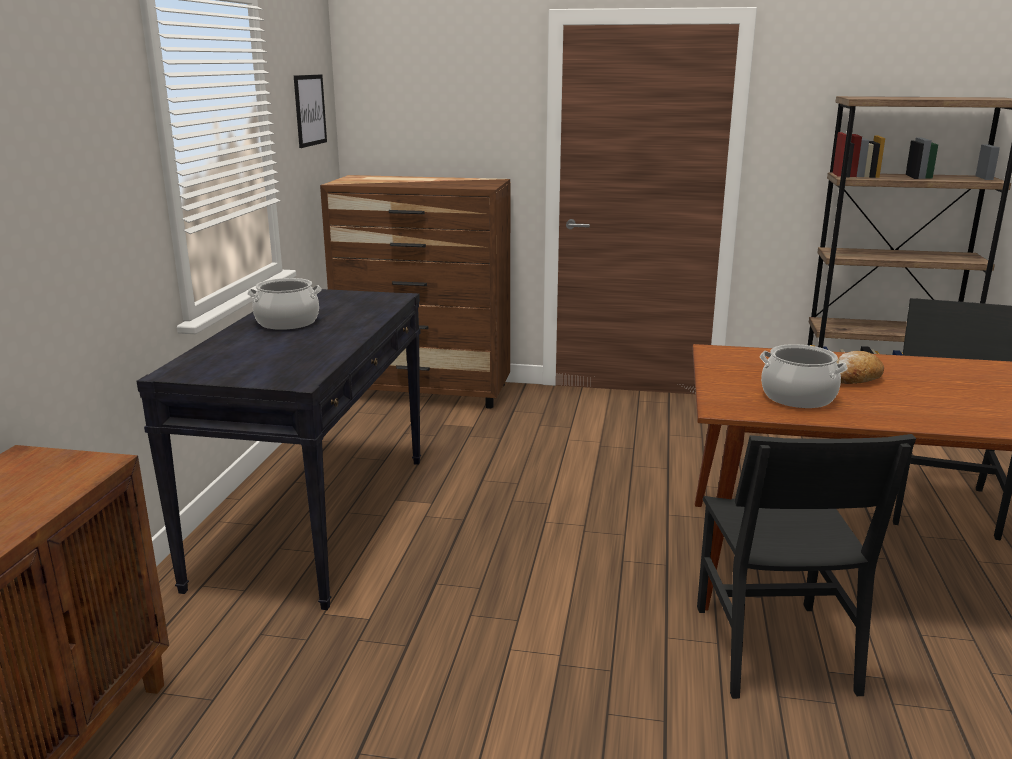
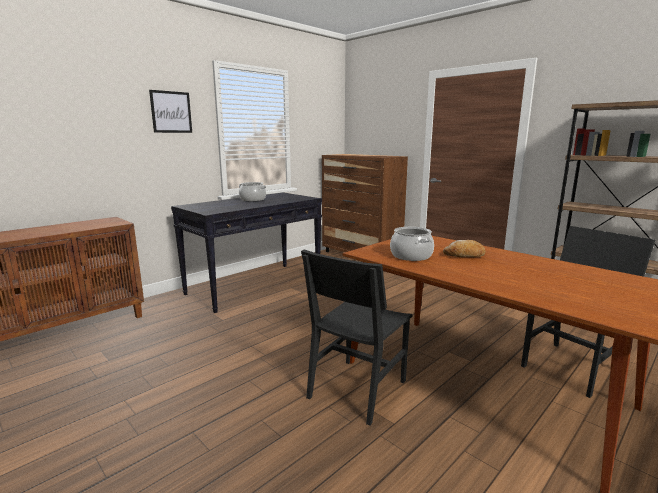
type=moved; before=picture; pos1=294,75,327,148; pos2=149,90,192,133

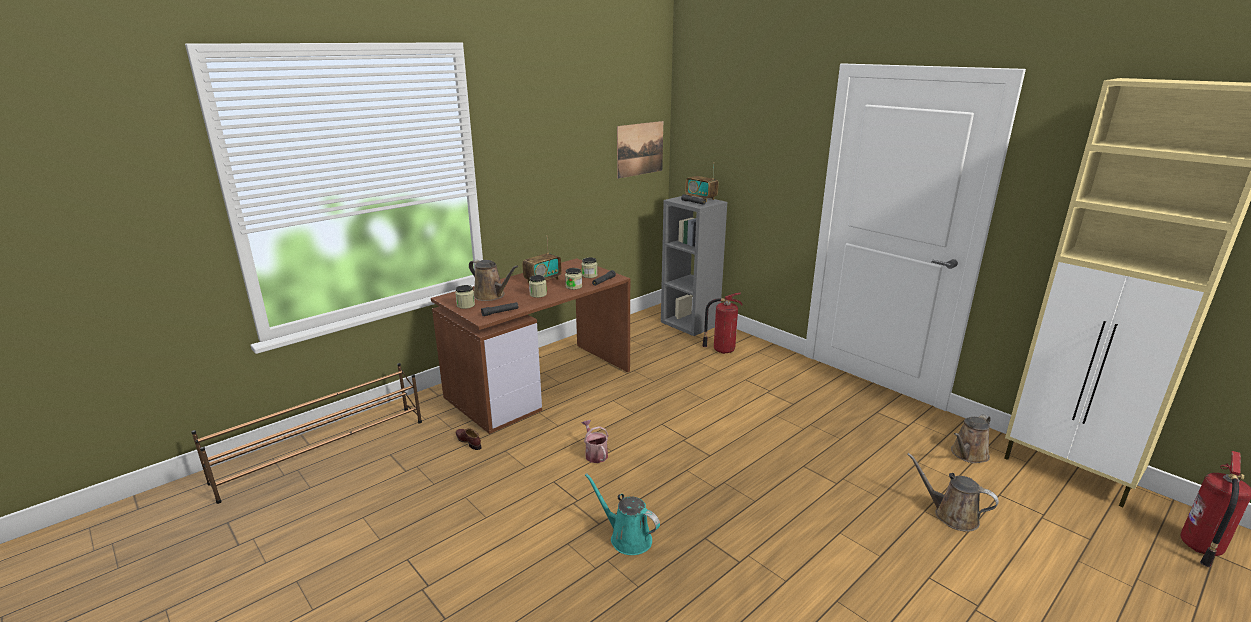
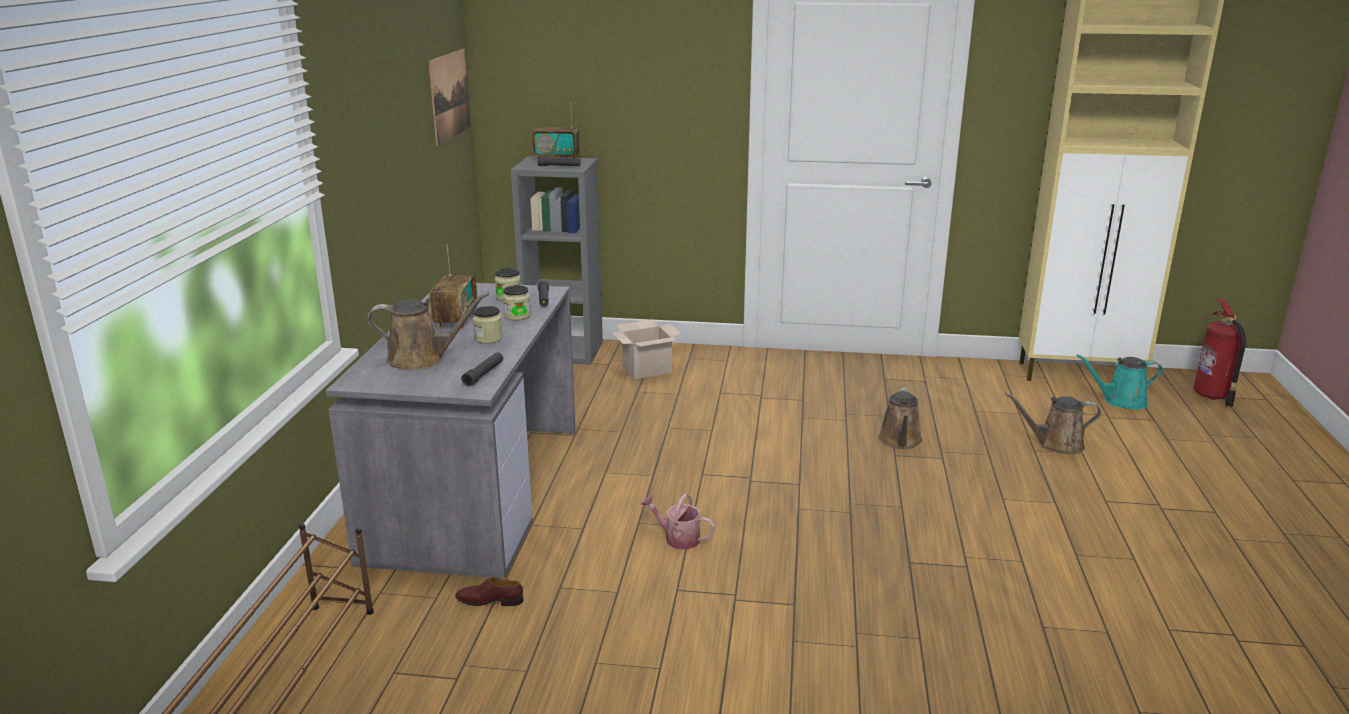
type=recoloured; before=desk/brown; after=desk/grey; pos1=431,258,630,434; pos2=326,283,576,578
type=replaced; before=fire extinguisher; after=cardboard box; pos1=702,292,743,354; pos2=612,319,681,379
type=moved; before=watering can/brown; pos1=951,414,991,463; pos2=878,387,923,449
type=moved; before=watering can/turquoise; pos1=585,473,660,555; pos2=1077,354,1163,410
type=removed; before=jar; pos1=455,285,475,309

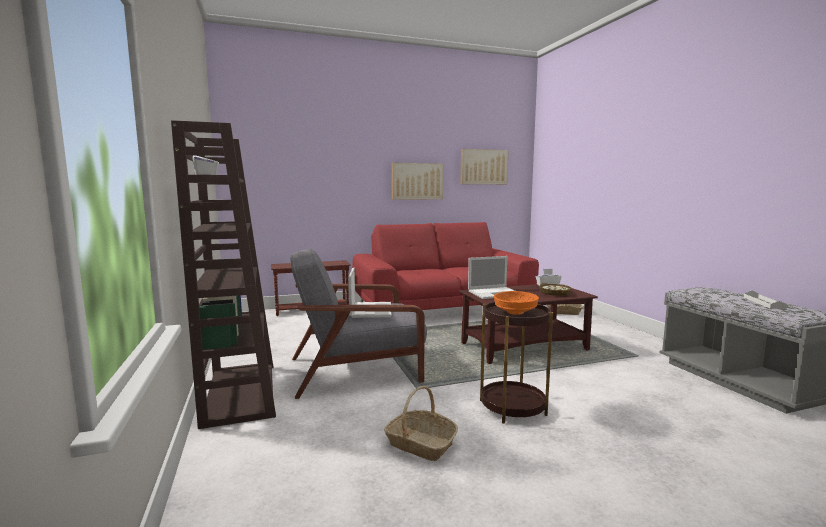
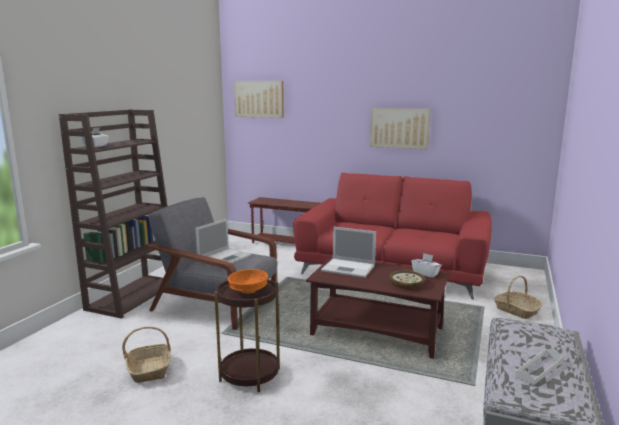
type=moved; before=picture; pos1=460,149,508,184; pos2=234,81,284,118

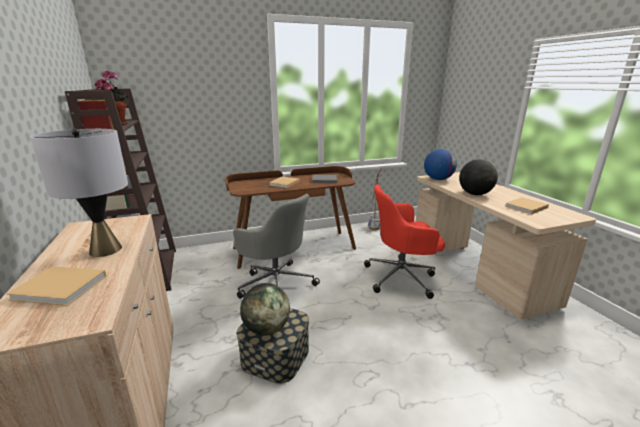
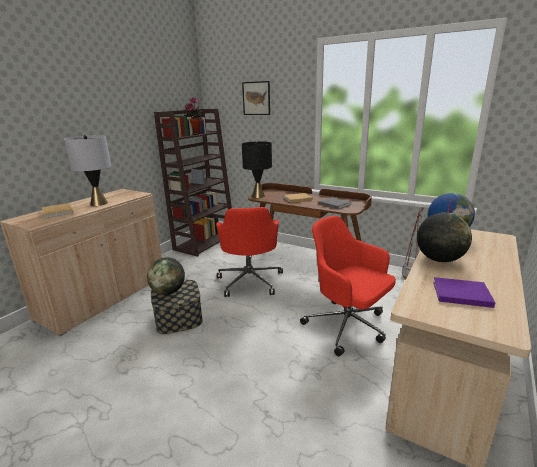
type=recoloured; before=office chair/grey; after=office chair/red; pos1=233,194,320,299; pos2=216,207,283,297
type=added; after=picture; pos2=242,81,270,115
type=added; after=table lamp/black; pos2=242,141,272,198
type=recoloured; before=book/beige; after=book/purple; pos1=505,197,549,214; pos2=433,277,496,308

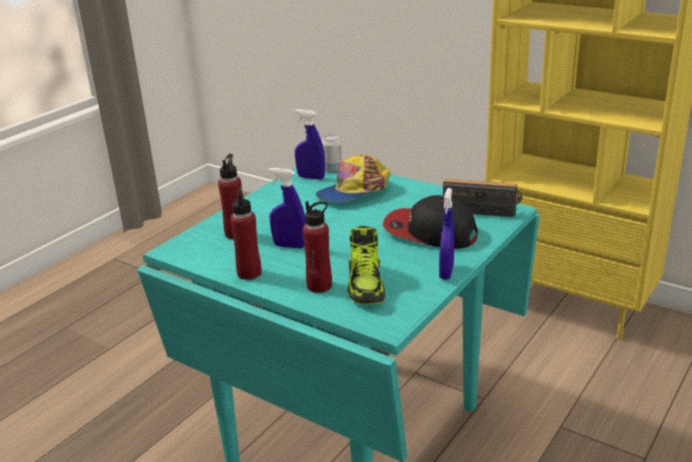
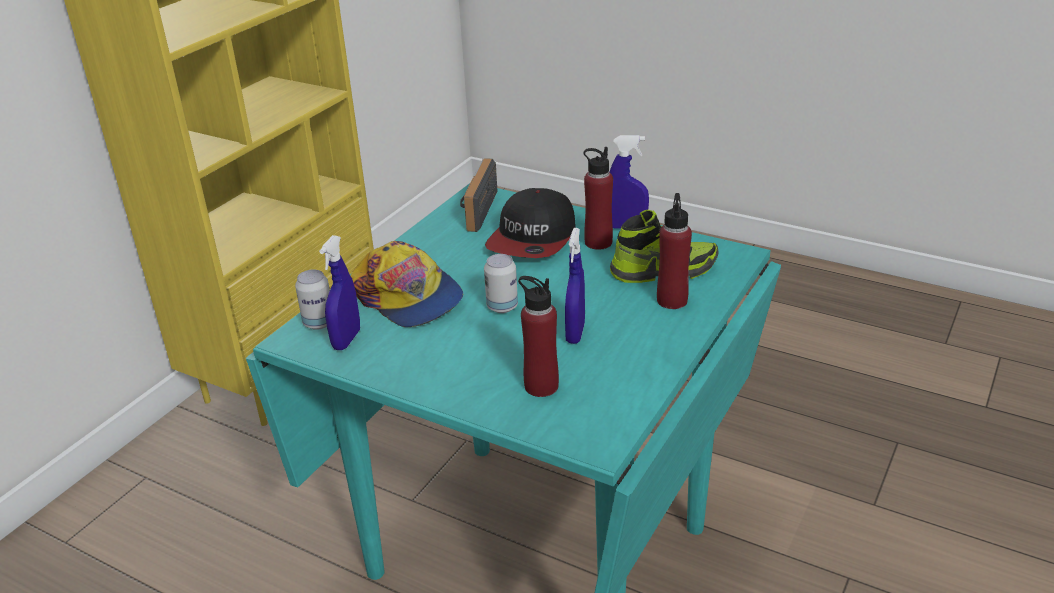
type=added; after=can; pos2=484,254,518,313
type=moved; before=bottle/red; pos1=230,187,262,280; pos2=584,147,613,250

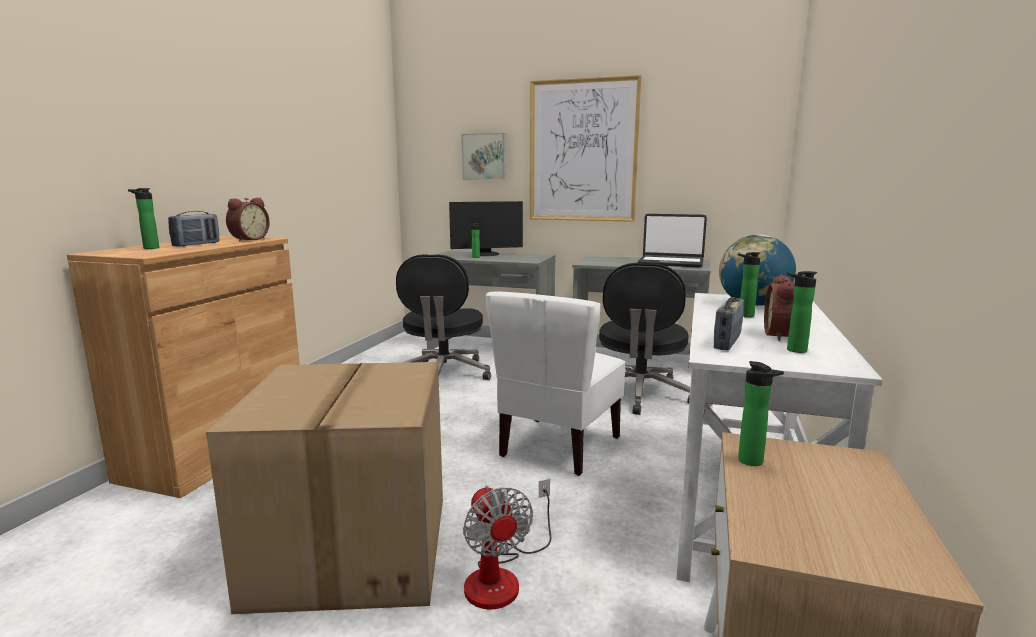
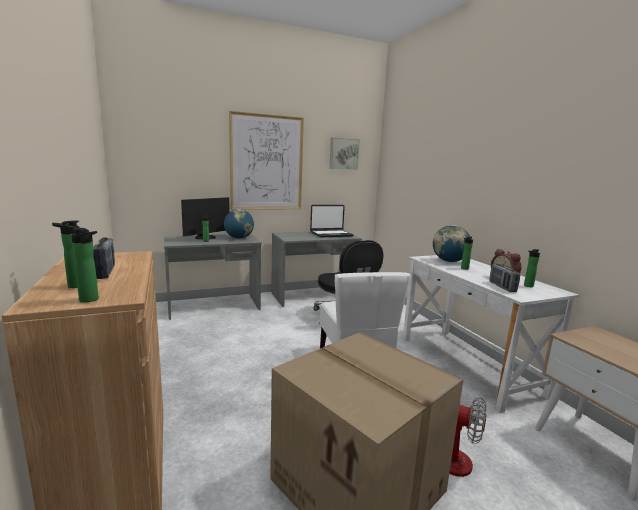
type=moved; before=bottle; pos1=738,361,784,466; pos2=71,228,99,303
type=added; after=globe; pos2=224,209,254,239
type=moved; before=picture; pos1=461,133,506,180; pos2=329,137,360,170
type=removed; before=alarm clock; pos1=226,198,270,242
type=removed; before=office chair/black; pos1=396,254,491,380

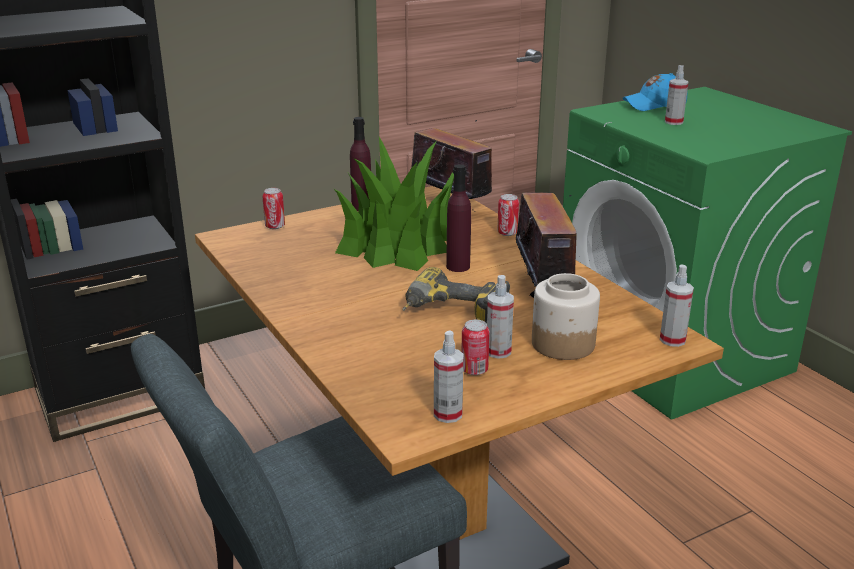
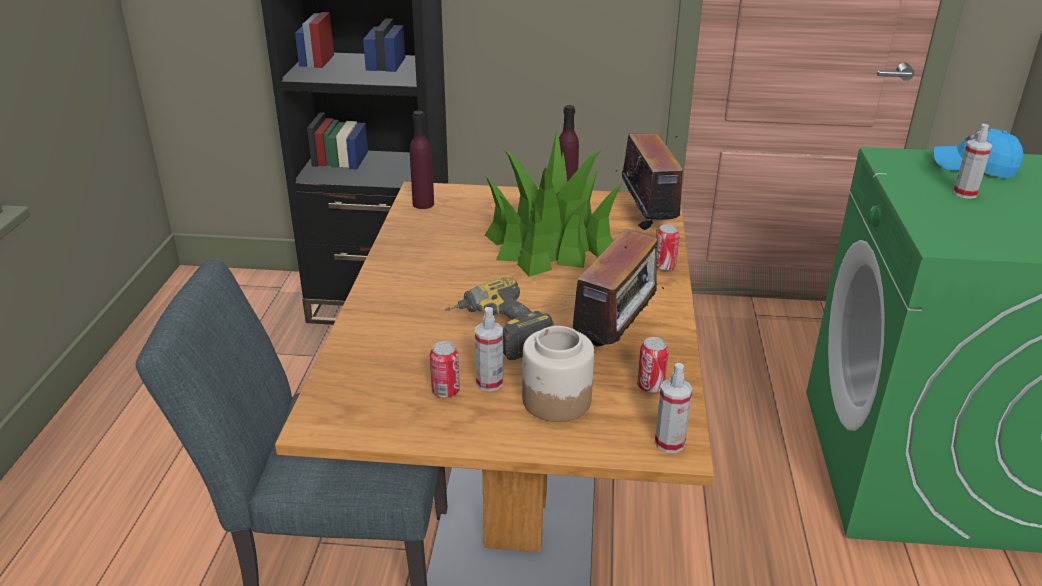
type=moved; before=bottle/purple; pos1=446,164,471,272; pos2=410,111,434,209
type=moved; before=can; pos1=262,188,285,229; pos2=637,337,669,393
type=removed; before=spray bottle; pos1=434,330,464,423

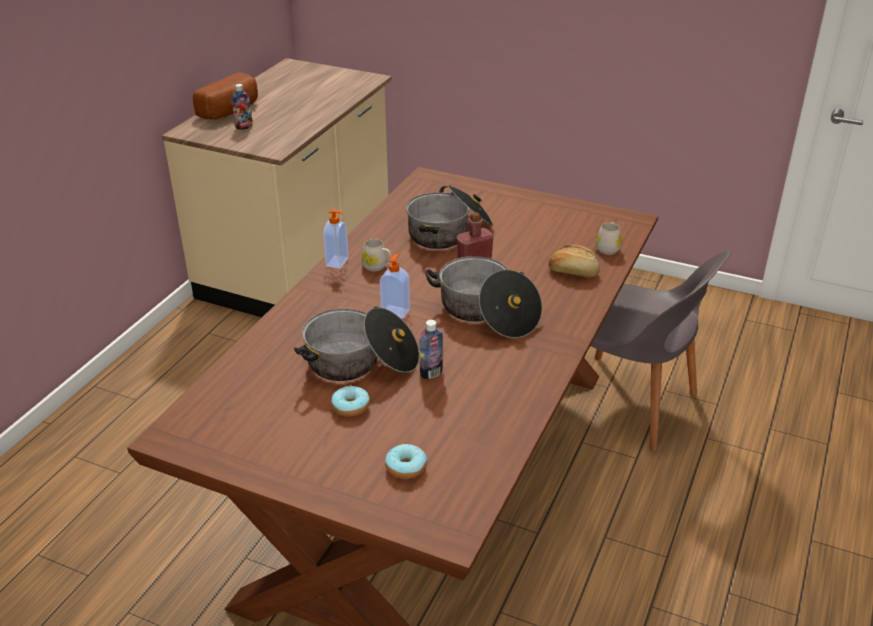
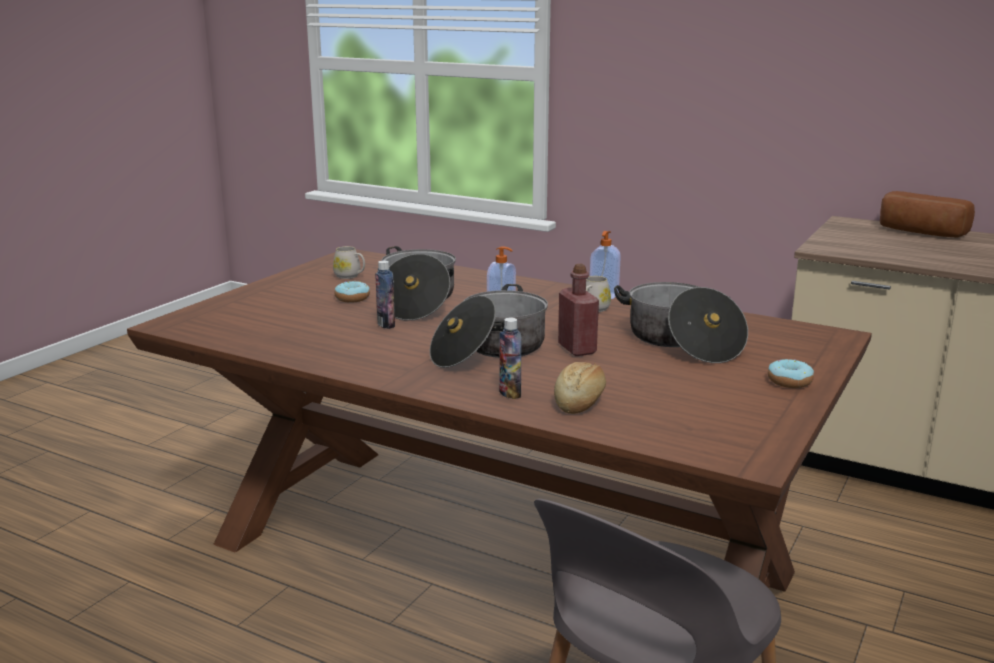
type=moved; before=mug/white; pos1=596,222,622,255; pos2=333,246,365,279
type=moved; before=bottle; pos1=232,84,253,130; pos2=499,318,522,399
type=moved; before=donut; pos1=385,444,427,479; pos2=768,359,814,388

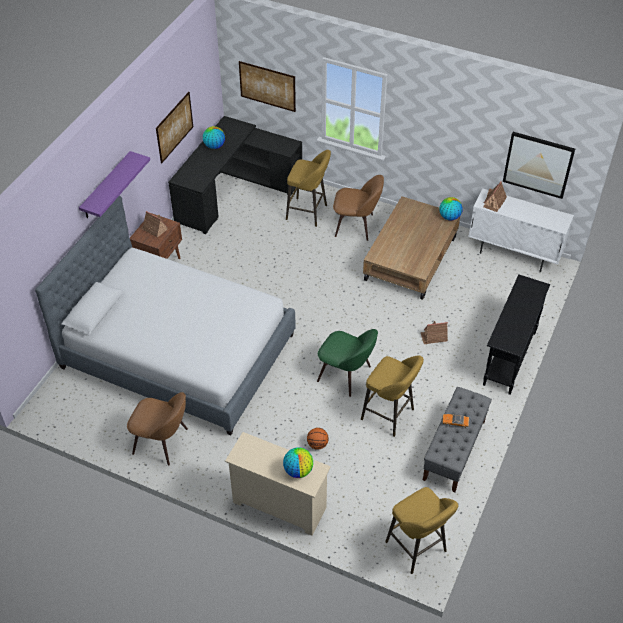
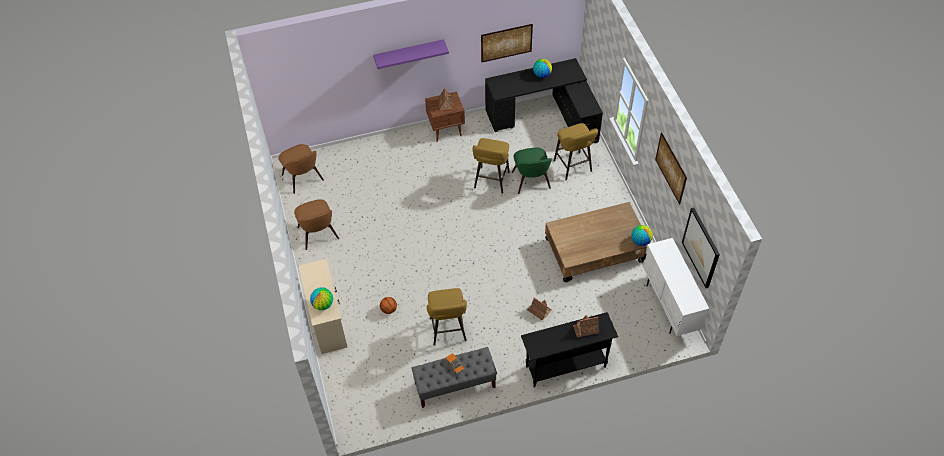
type=moved; before=chair/brown; pos1=333,175,384,241; pos2=279,144,324,194
type=moved; before=stool/yellow; pos1=385,487,458,574; pos2=472,138,510,194
type=moved; before=chair/green; pos1=317,329,378,397; pos2=512,147,552,194
type=moved; before=toy house; pos1=483,181,507,212; pos2=573,315,599,338
type=moved; before=picture; pos1=239,61,296,112; pos2=655,132,687,204
type=removed; before=bed; pos1=35,196,296,435

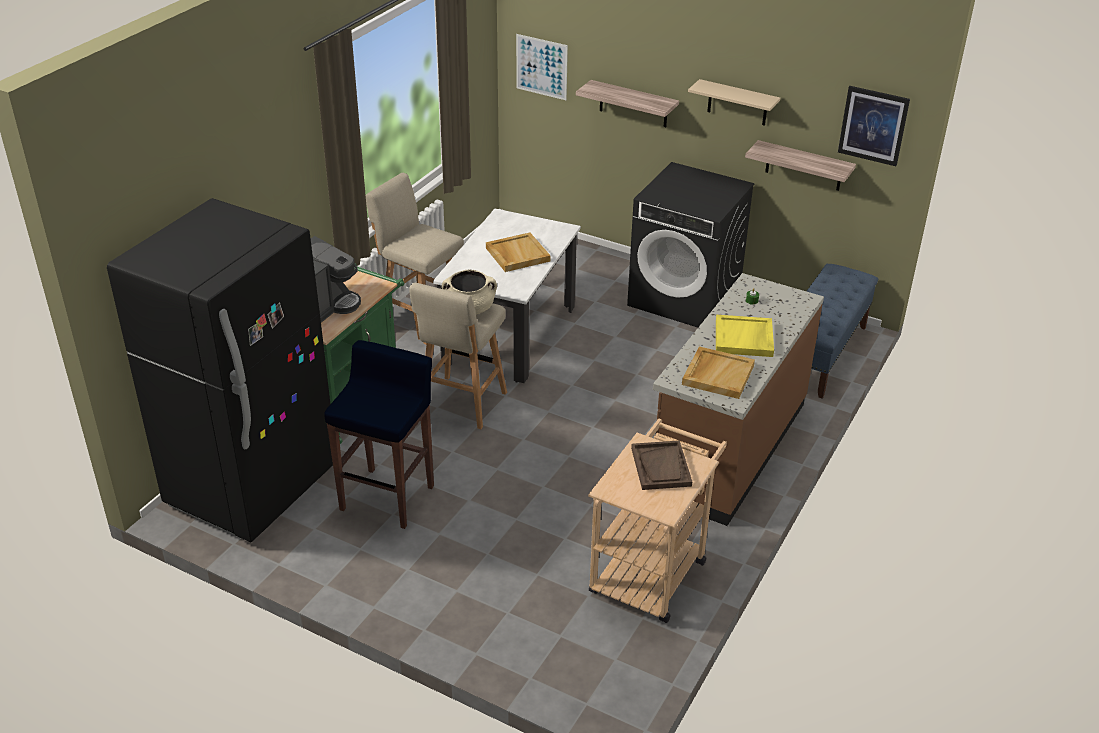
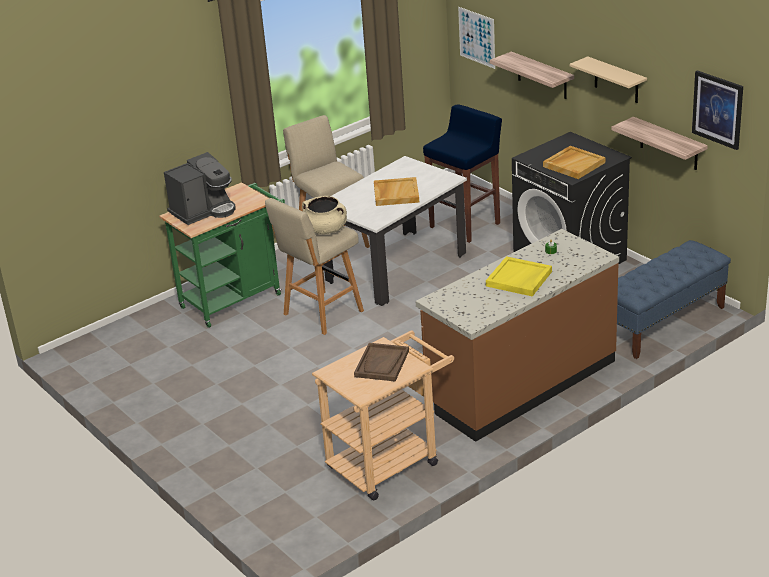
type=moved; before=stool/blue; pos1=324,340,434,529; pos2=423,105,502,243
type=moved; before=tray/beige; pos1=682,346,755,399; pos2=543,146,605,179
type=removed; before=fridge/black; pos1=107,198,333,542

